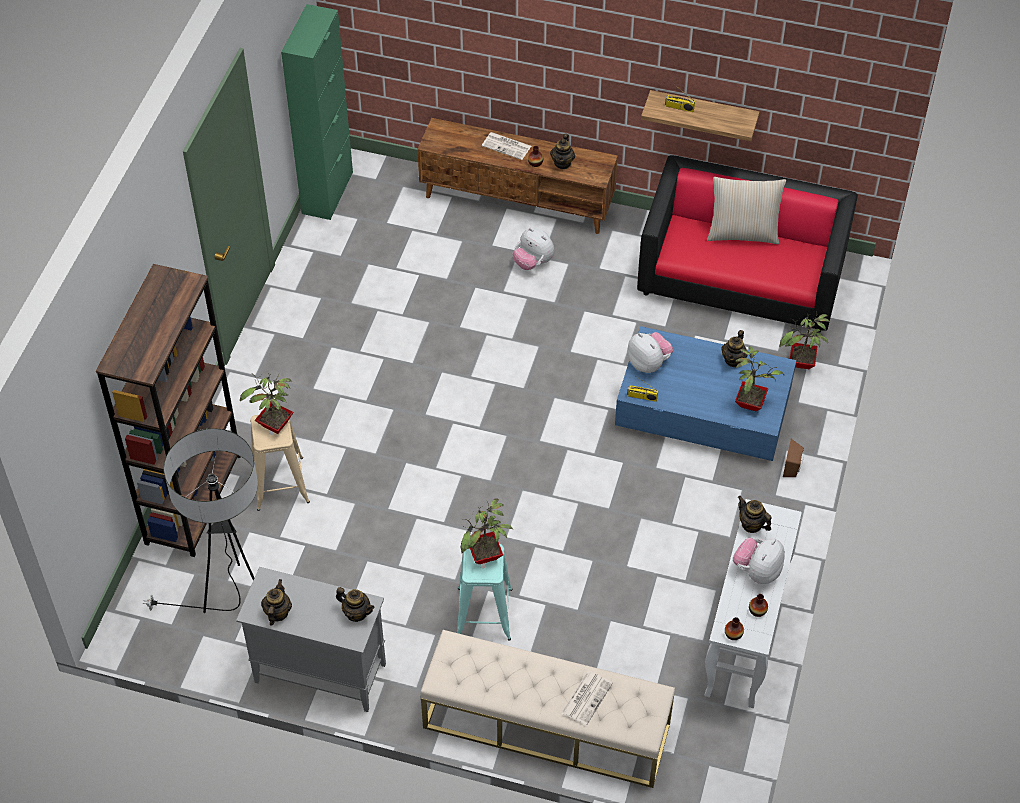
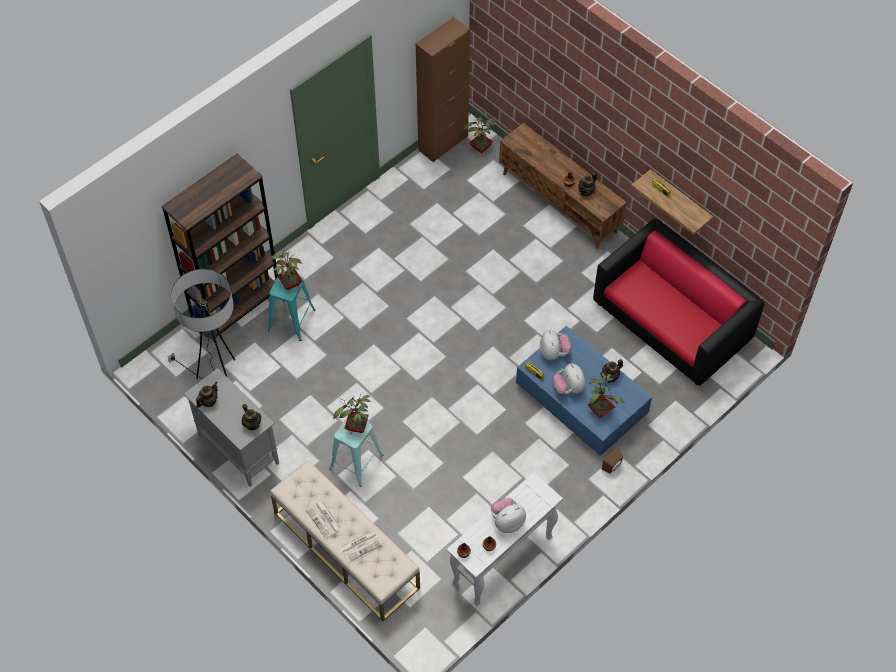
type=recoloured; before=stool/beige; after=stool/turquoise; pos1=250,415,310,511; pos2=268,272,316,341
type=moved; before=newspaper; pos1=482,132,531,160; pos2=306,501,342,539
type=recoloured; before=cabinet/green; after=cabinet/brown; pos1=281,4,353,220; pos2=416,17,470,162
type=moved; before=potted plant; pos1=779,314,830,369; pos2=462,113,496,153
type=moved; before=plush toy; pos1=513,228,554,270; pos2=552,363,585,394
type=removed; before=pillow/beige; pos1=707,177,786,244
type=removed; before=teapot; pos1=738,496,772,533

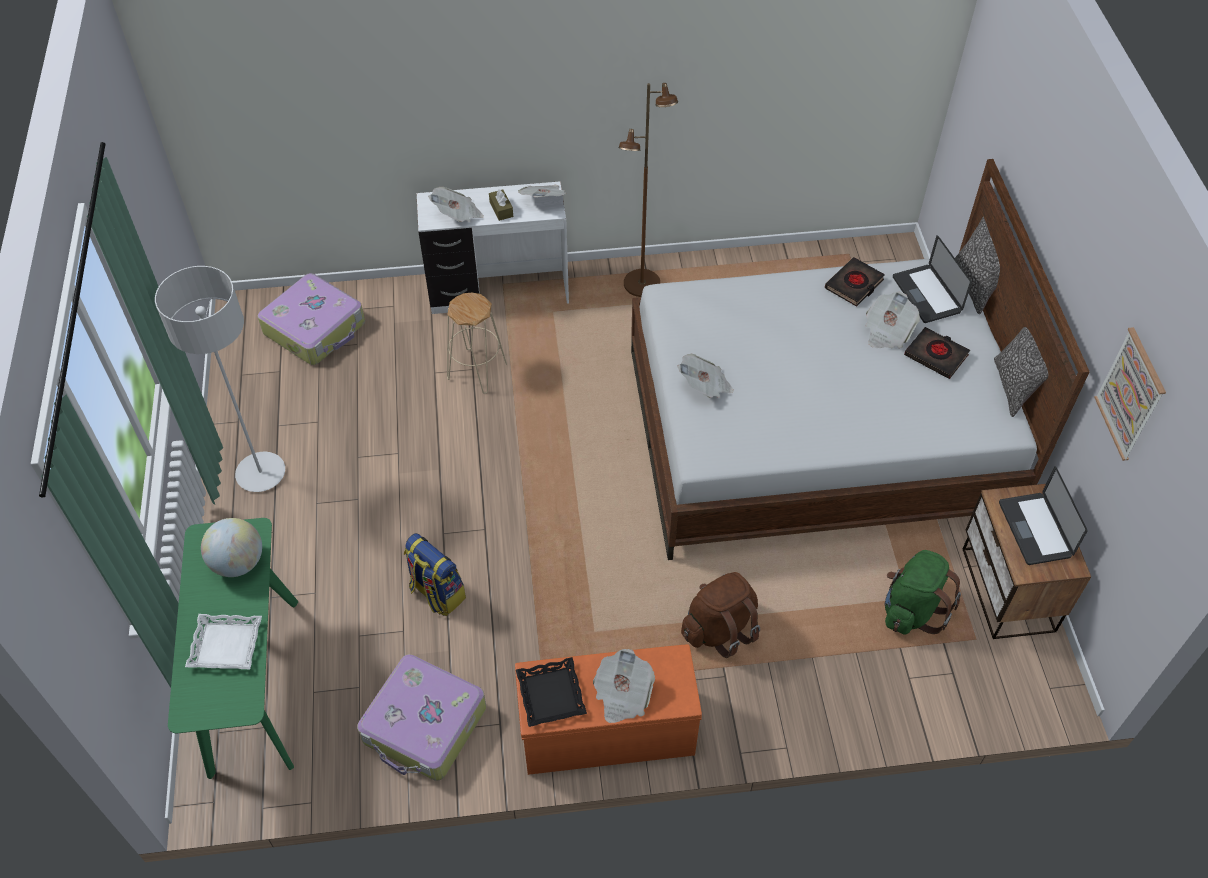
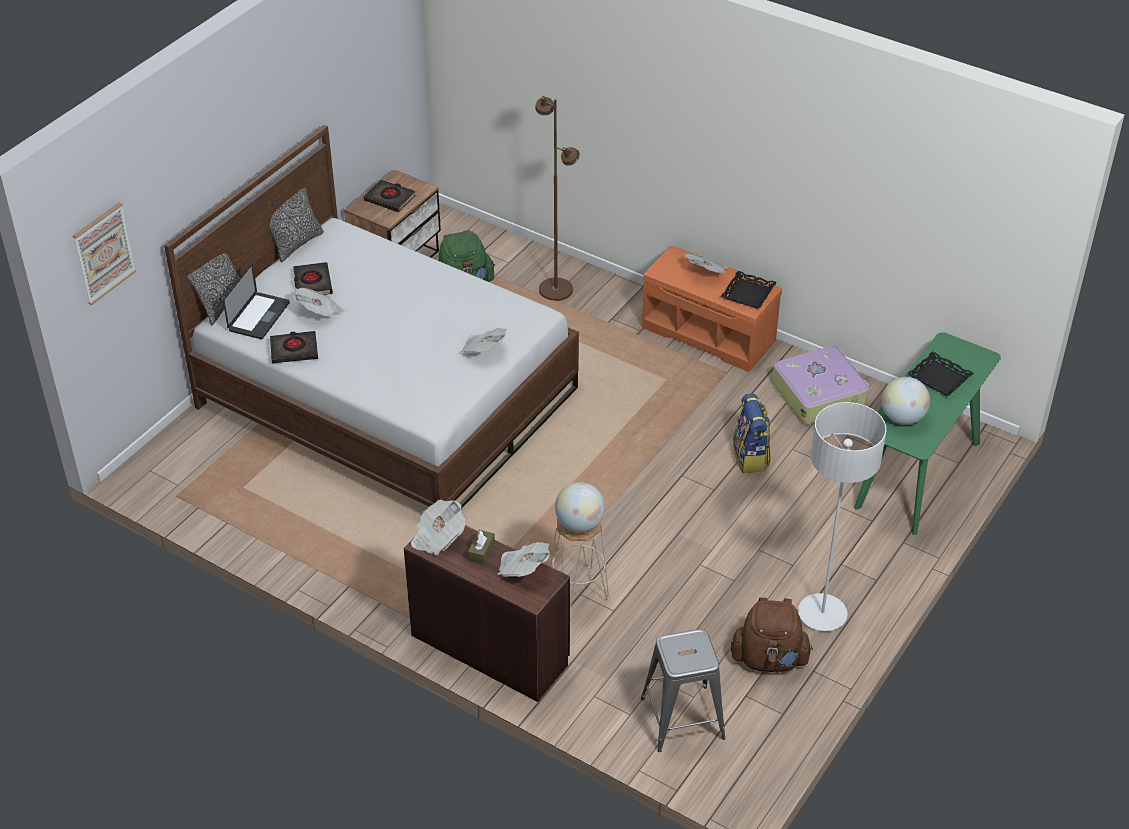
type=moved; before=picture; pos1=1094,327,1166,461; pos2=73,202,136,305
type=replaced; before=laptop; after=book/black; pos1=999,466,1087,565; pos2=364,180,416,212
type=recoloured; before=desk/white; after=desk/brown; pos1=416,181,569,314; pos2=404,525,570,702
type=moved; before=floor lamp/brown; pos1=619,83,678,297; pos2=535,96,580,301
type=added; after=globe; pos2=555,482,605,532
type=replaced; before=suitcase; after=stool/grey; pos1=258,273,365,365; pos2=641,629,726,752
type=moved; before=backpack/brown; pos1=681,572,760,658; pos2=731,598,813,673
type=recoloured; before=tray/white; after=tray/black; pos1=185,614,262,669; pos2=907,351,974,396

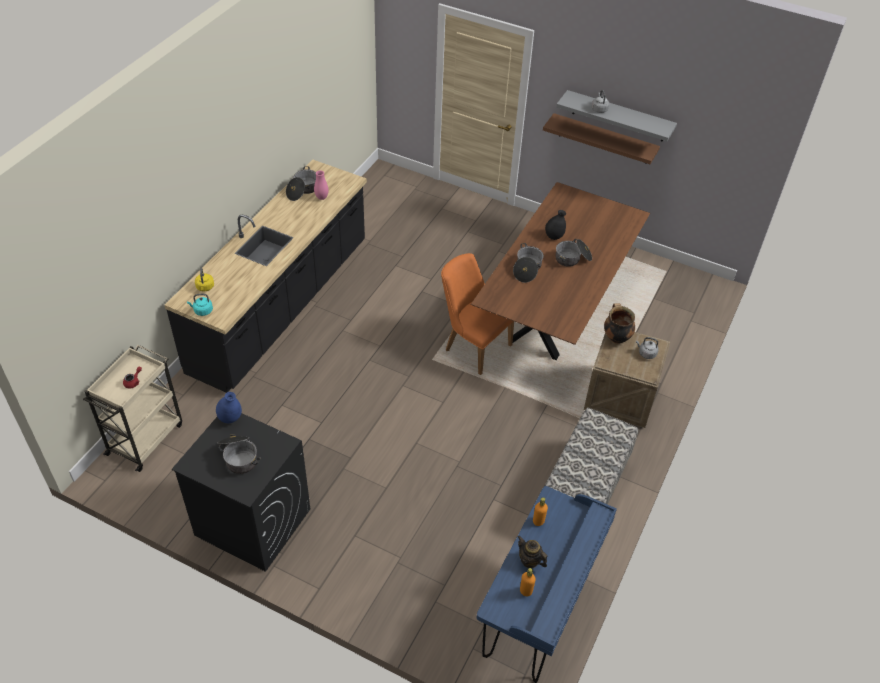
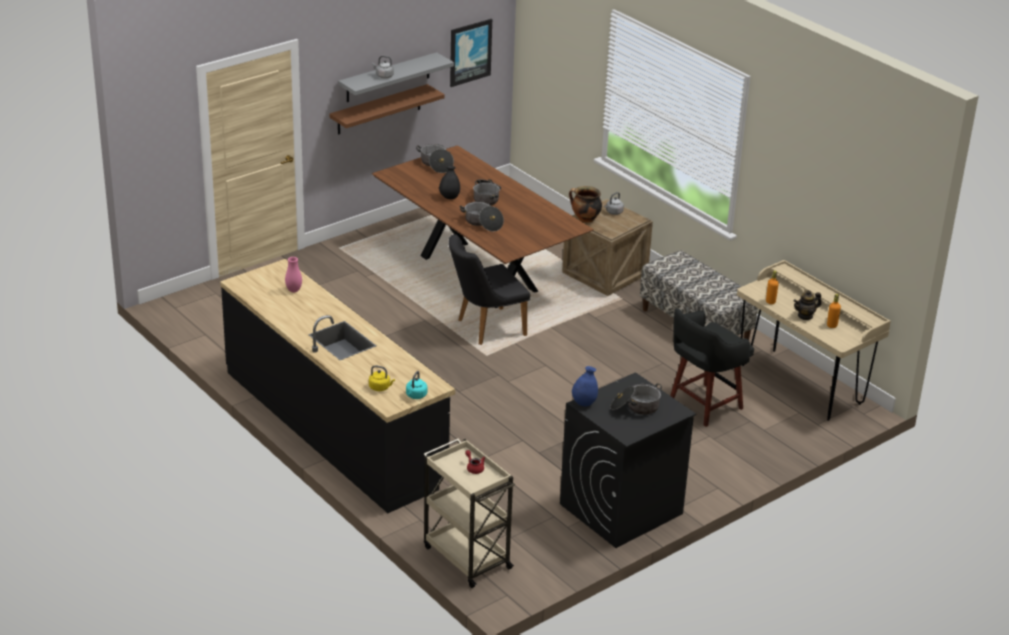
type=moved; before=cooking pot; pos1=286,166,316,201; pos2=416,144,454,173
type=recoloured; before=chair/orange; after=chair/black; pos1=441,253,514,375; pos2=448,234,530,345
type=added; after=picture; pos2=450,19,492,87
type=added; after=stool/black; pos2=670,308,754,427
type=recoloured; before=desk/blue; after=desk/beige; pos1=476,486,617,683; pos2=737,260,891,421

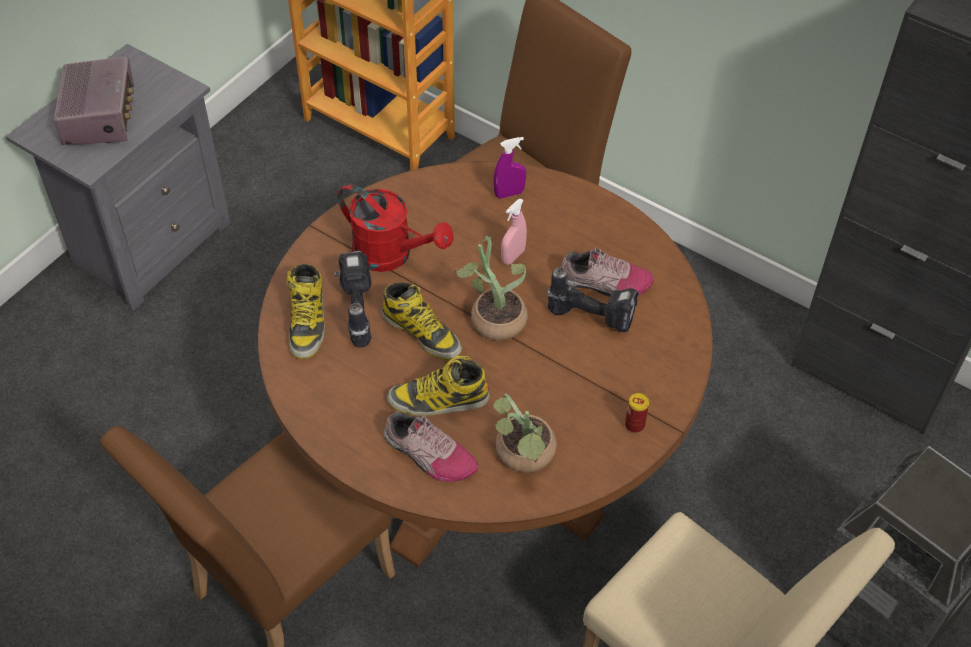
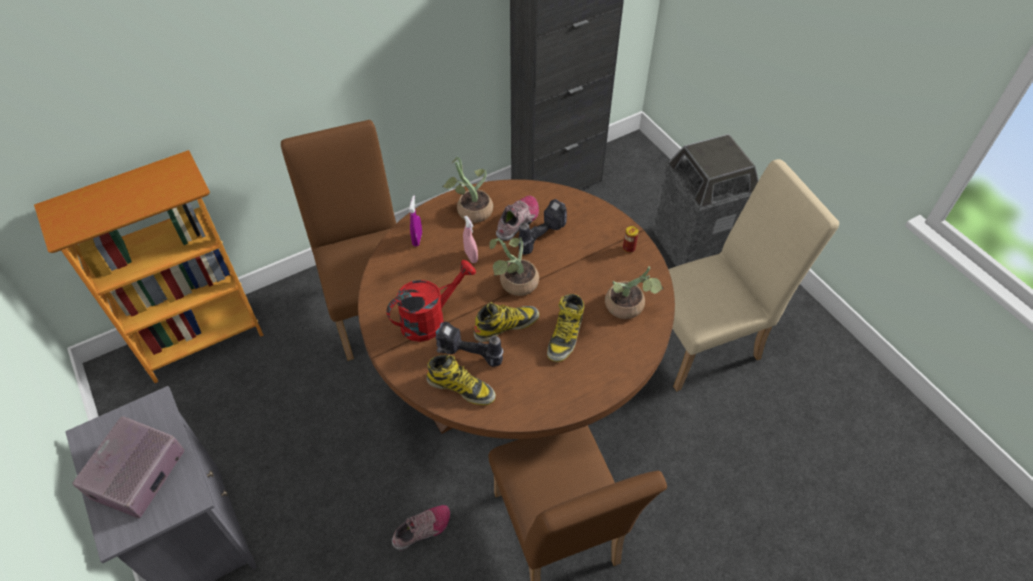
type=turned; before=radio; pos1=54,57,134,145; pos2=73,416,185,518; turn=-90
type=moved; before=shoe; pos1=384,411,478,482; pos2=392,505,450,550
type=added; after=potted plant; pos2=442,157,493,223

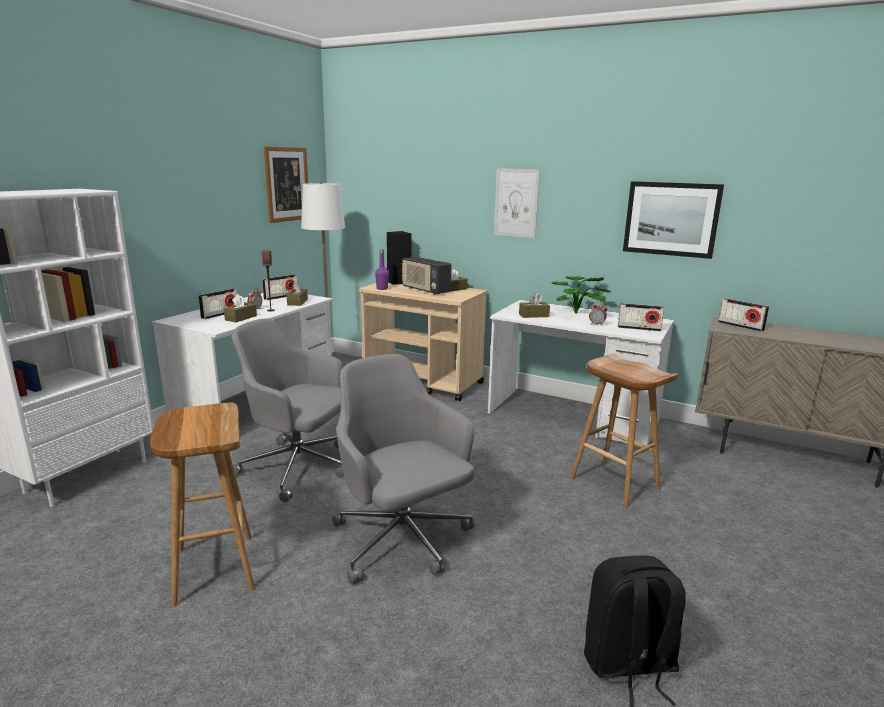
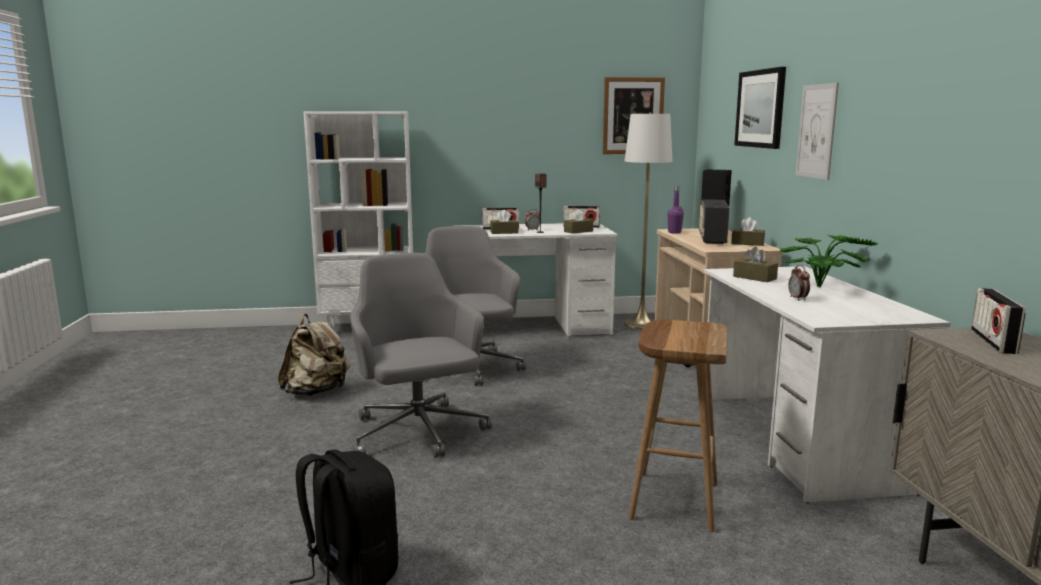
type=replaced; before=stool/brown; after=backpack/beige; pos1=150,402,255,607; pos2=278,314,350,396
type=turned; before=office chair/grey; pos1=332,354,475,585; pos2=350,253,492,458; turn=-45
type=moved; before=picture; pos1=623,181,724,259; pos2=734,67,786,149
type=removed; before=radio; pos1=618,303,664,331

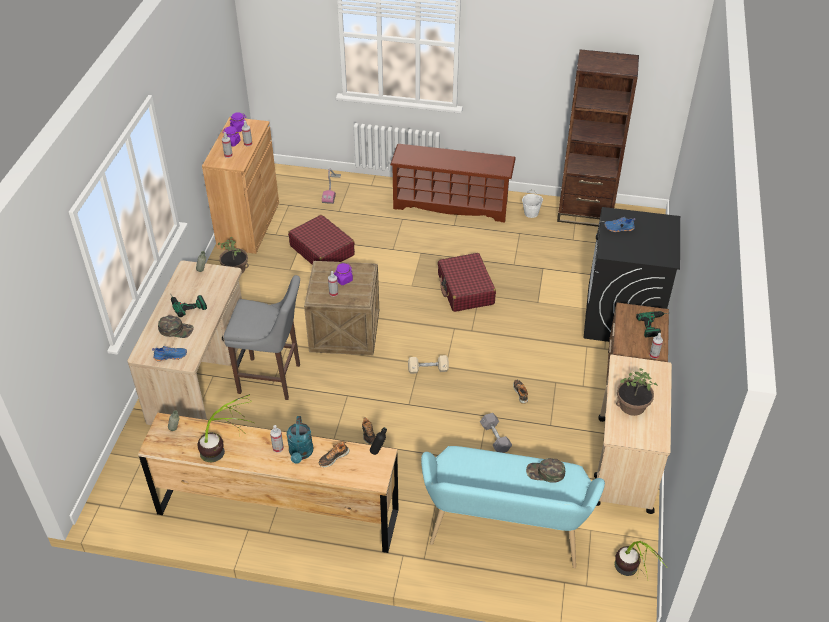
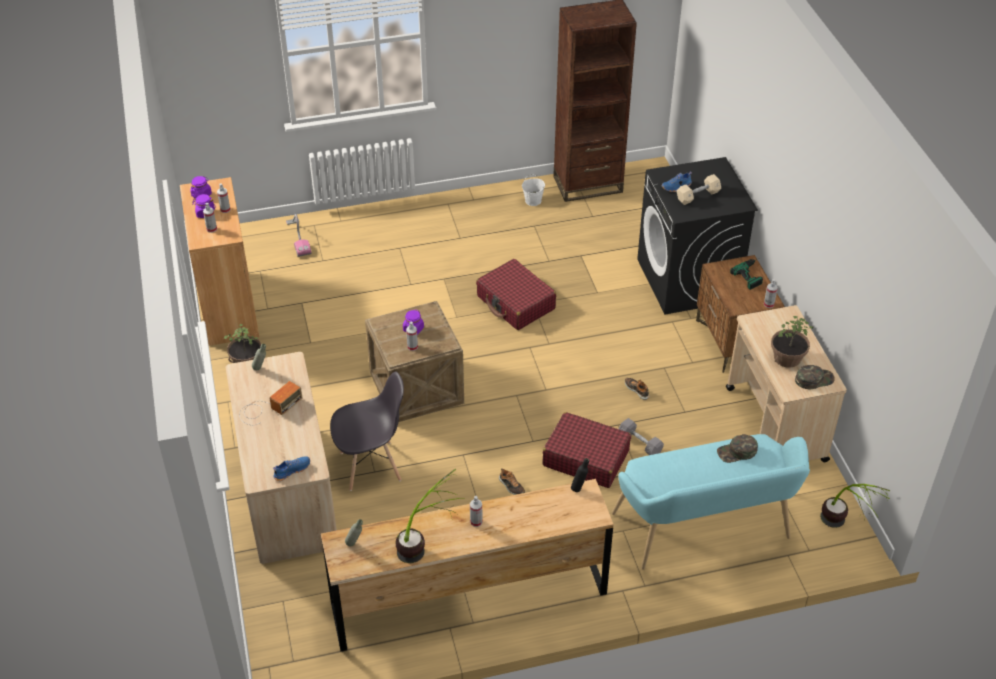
type=replaced; before=power drill; after=radio; pos1=170,293,207,317; pos2=239,381,302,425
type=replaced; before=stool/grey; after=chair/grey; pos1=224,275,300,400; pos2=330,371,404,491
type=moved; before=suitcase/red; pos1=288,215,355,265; pos2=542,412,631,488
type=moved; before=dumbbell/beige; pos1=408,355,449,374; pos2=677,174,721,205
type=moved; before=cap/green; pos1=158,315,194,338; pos2=795,365,835,389
type=removed; before=watering can/turquoise; pos1=287,416,313,464
type=removed; before=shoe; pos1=319,441,350,467
type=removed; before=shoe rack/brown; pos1=390,144,516,223

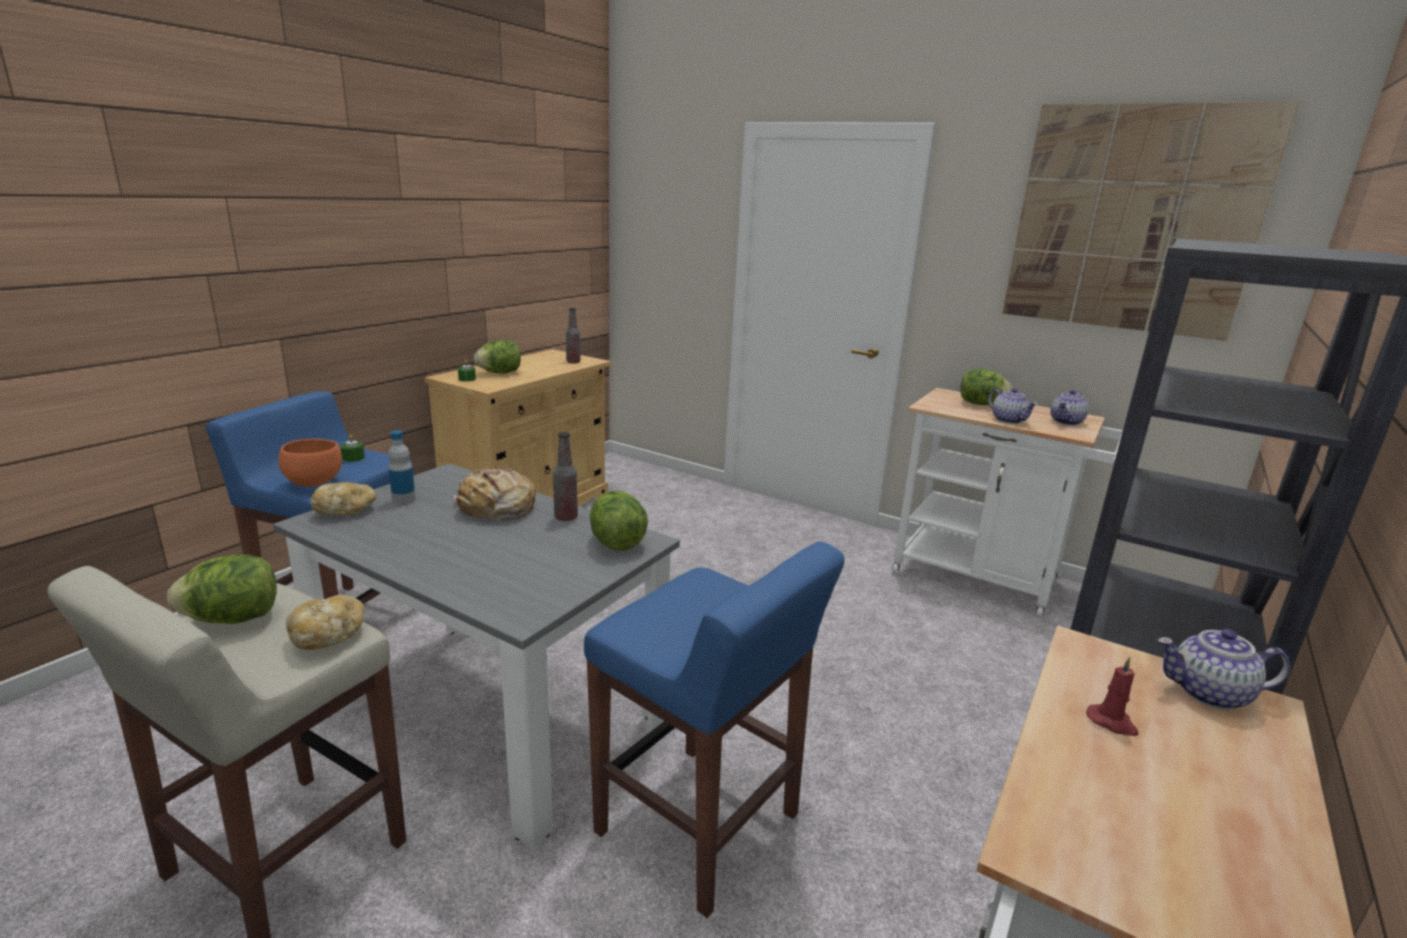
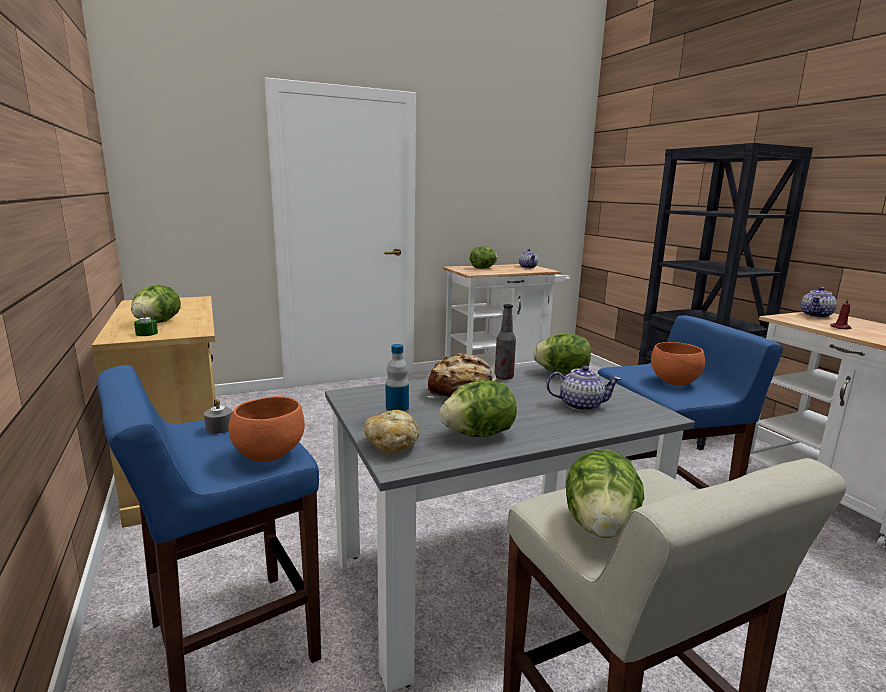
type=recoloured; before=candle/green; after=candle/grey; pos1=340,435,365,462; pos2=204,399,232,434
type=added; after=lettuce; pos2=439,380,517,437
type=moved; before=teapot; pos1=988,388,1038,424; pos2=546,365,621,411
type=added; after=bowl/orange; pos2=651,342,705,386
type=removed; before=bread; pos1=286,595,365,650
type=removed; before=bottle; pos1=566,308,581,363
type=removed; before=picture; pos1=1003,102,1299,341

